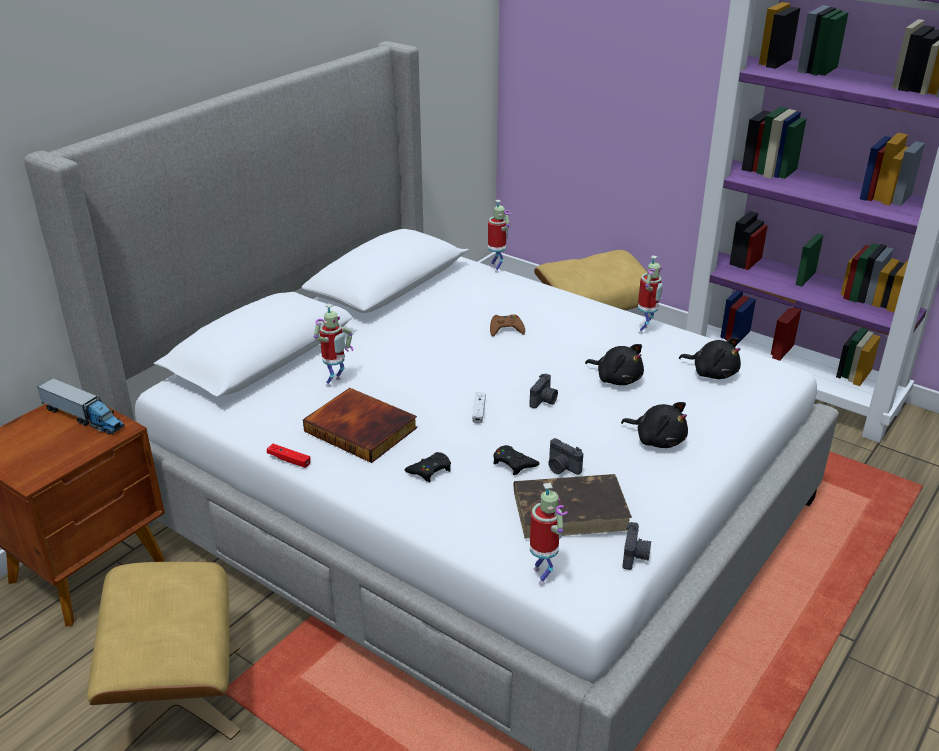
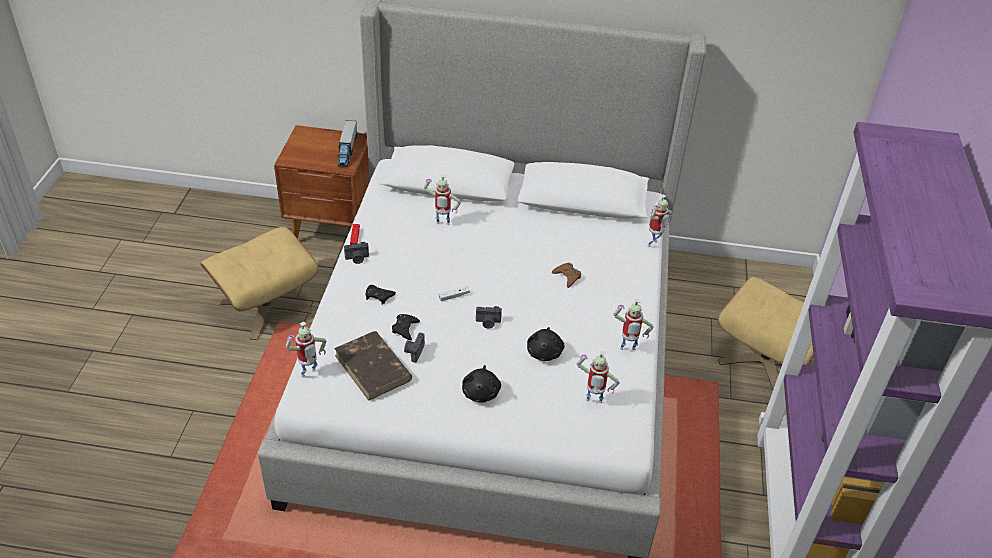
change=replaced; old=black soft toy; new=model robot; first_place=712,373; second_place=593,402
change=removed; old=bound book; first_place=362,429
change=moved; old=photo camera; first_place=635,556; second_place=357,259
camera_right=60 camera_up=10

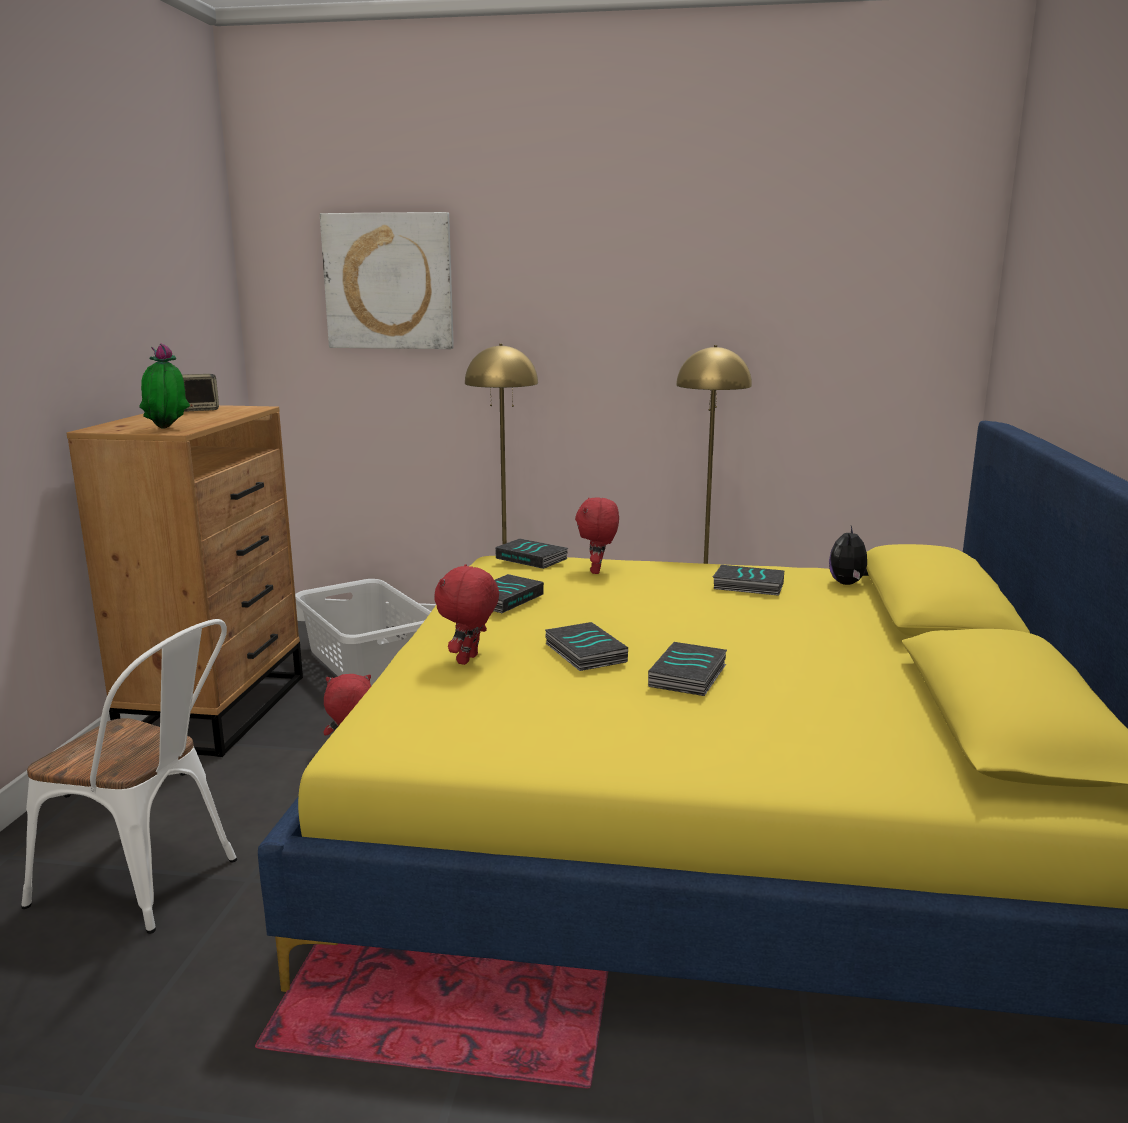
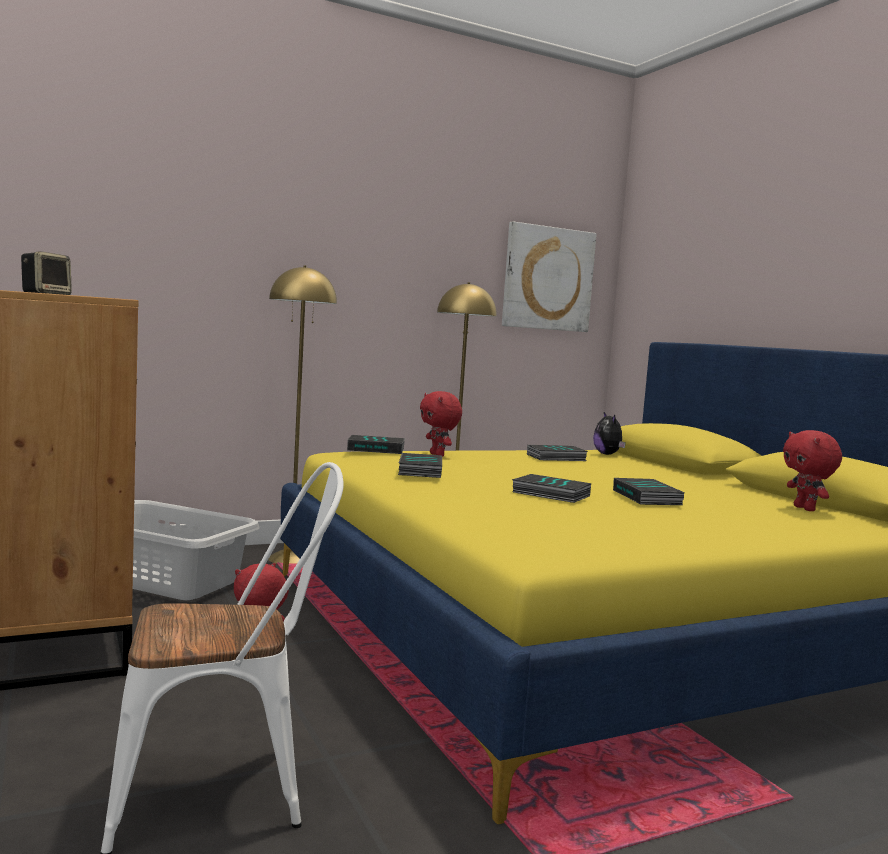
change=moved; old=wall art; first_place=389,281; second_place=547,278
change=removed; old=plant in a pot; first_place=167,429
change=moved; old=red-coloured soft toy; first_place=469,660; second_place=805,509
camera_right=-35 camera_up=-10

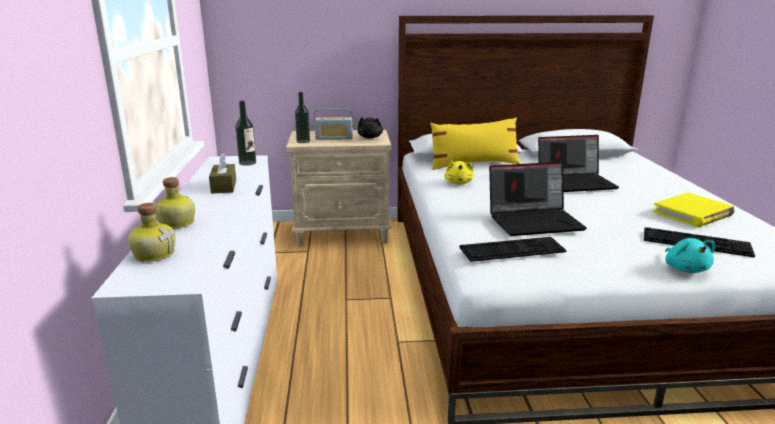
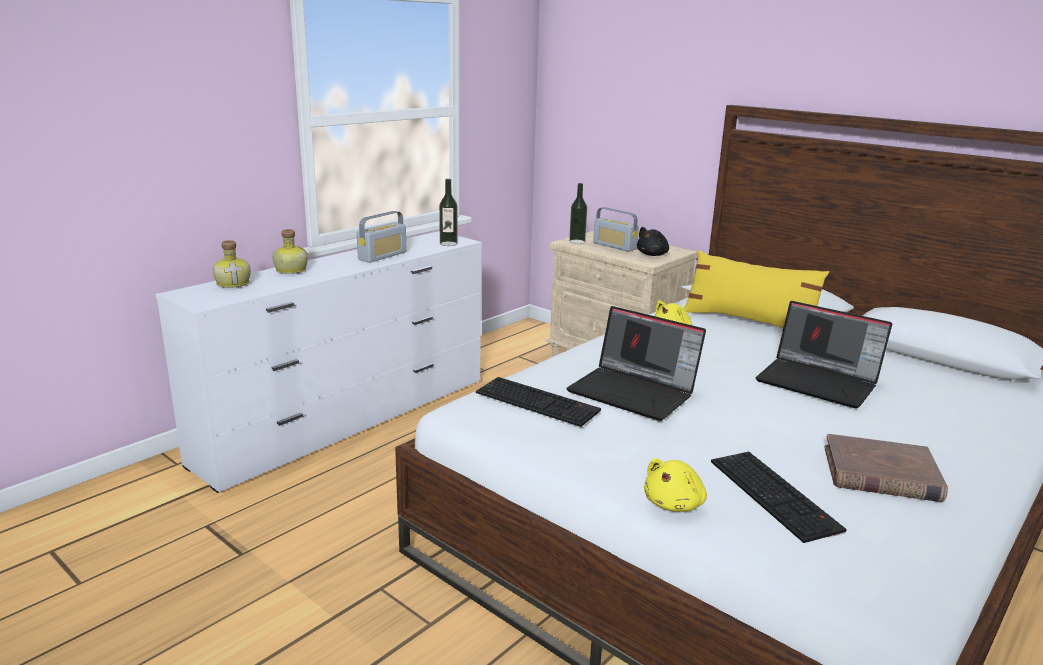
change=replaced; old=brownish box of tissues; new=radio set; first_place=224,186; second_place=382,256
change=recoloured; old=yellowish bound book; new=brownish bound book; first_place=692,213; second_place=881,473
change=recoloured; old=turquoise soft toy; new=yellowish soft toy; first_place=685,268; second_place=675,504
camera_right=45 camera_up=0

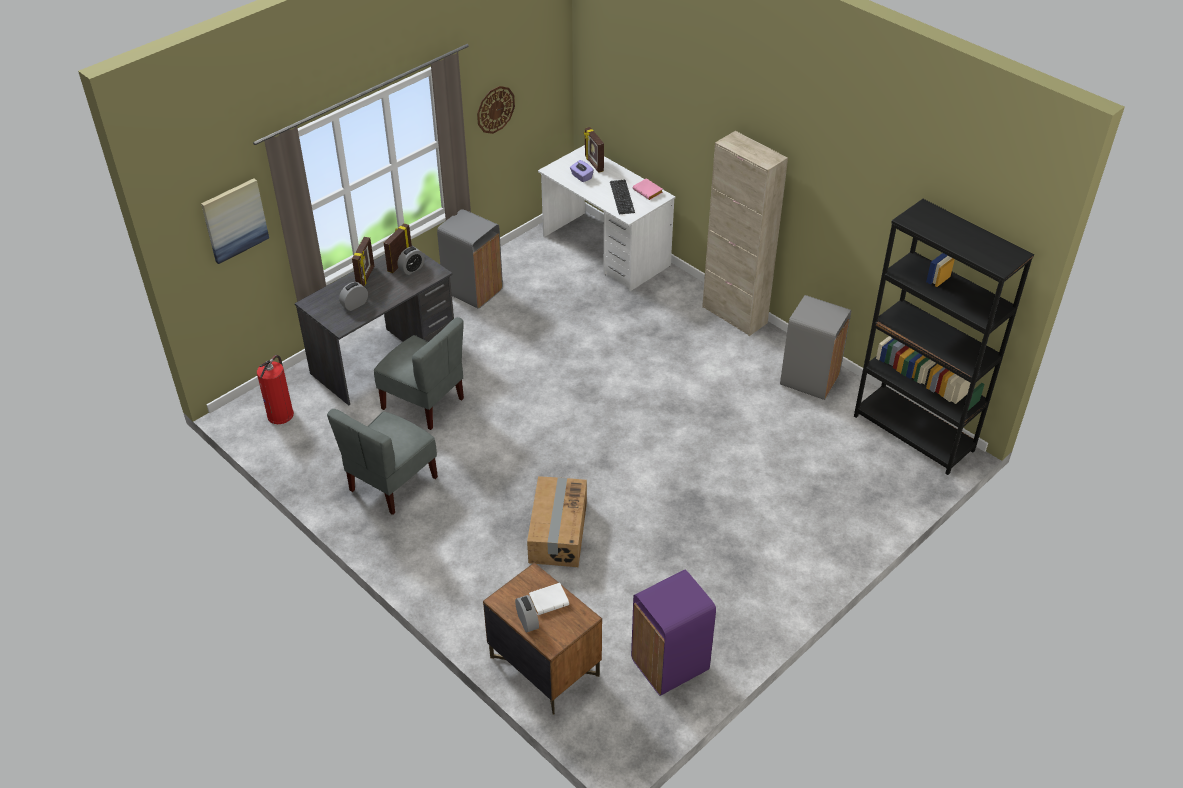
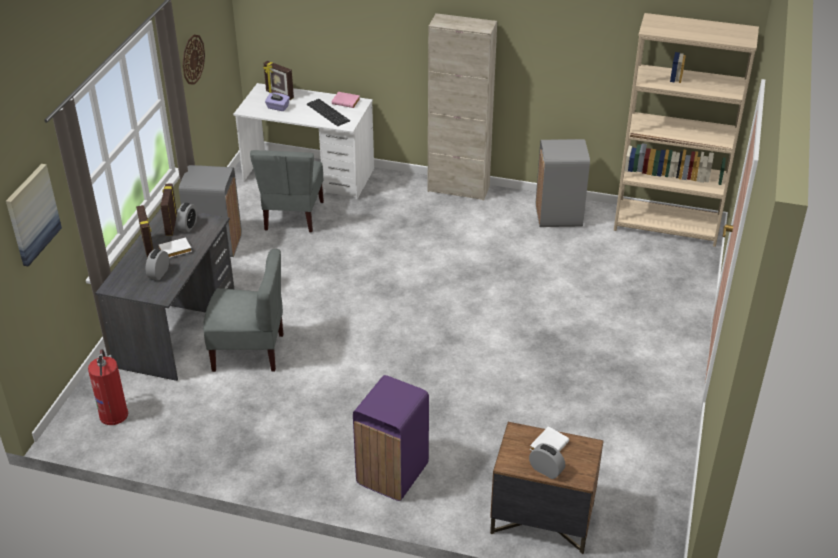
change=recoloured; old=black bookshelf; new=beige-coloured bookshelf; first_place=913,433; second_place=666,226
change=moved; old=grey upright chair; first_place=392,484; second_place=292,216
change=removed; old=cardboard box; first_place=557,532
change=moved; old=purple-coloured rubbish bin; first_place=669,664; second_place=391,474
change=added; new=white-coloured bound book; second_place=175,251
camera_right=-30 camera_up=-5

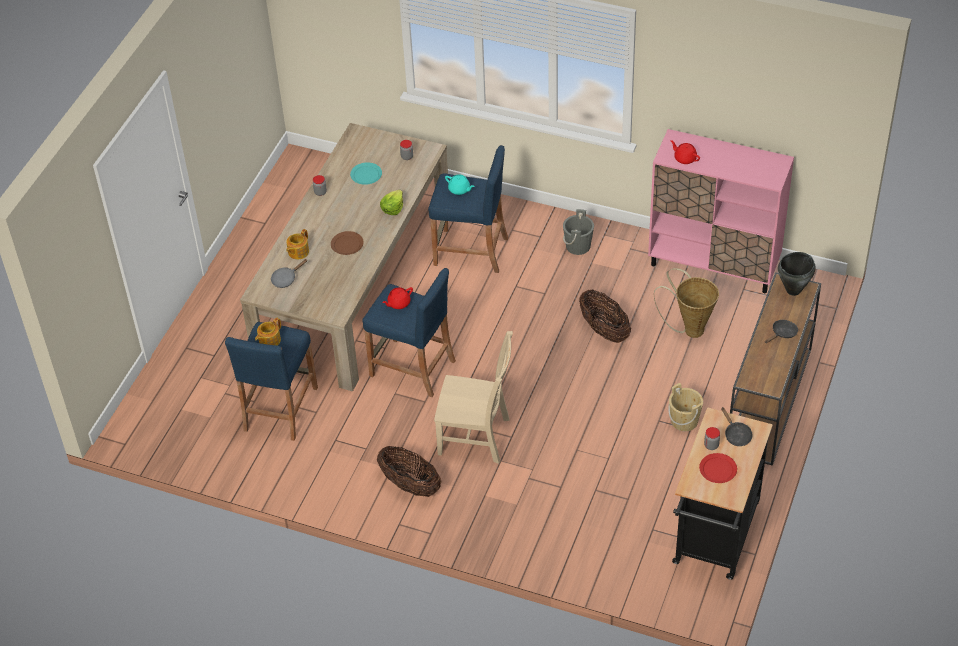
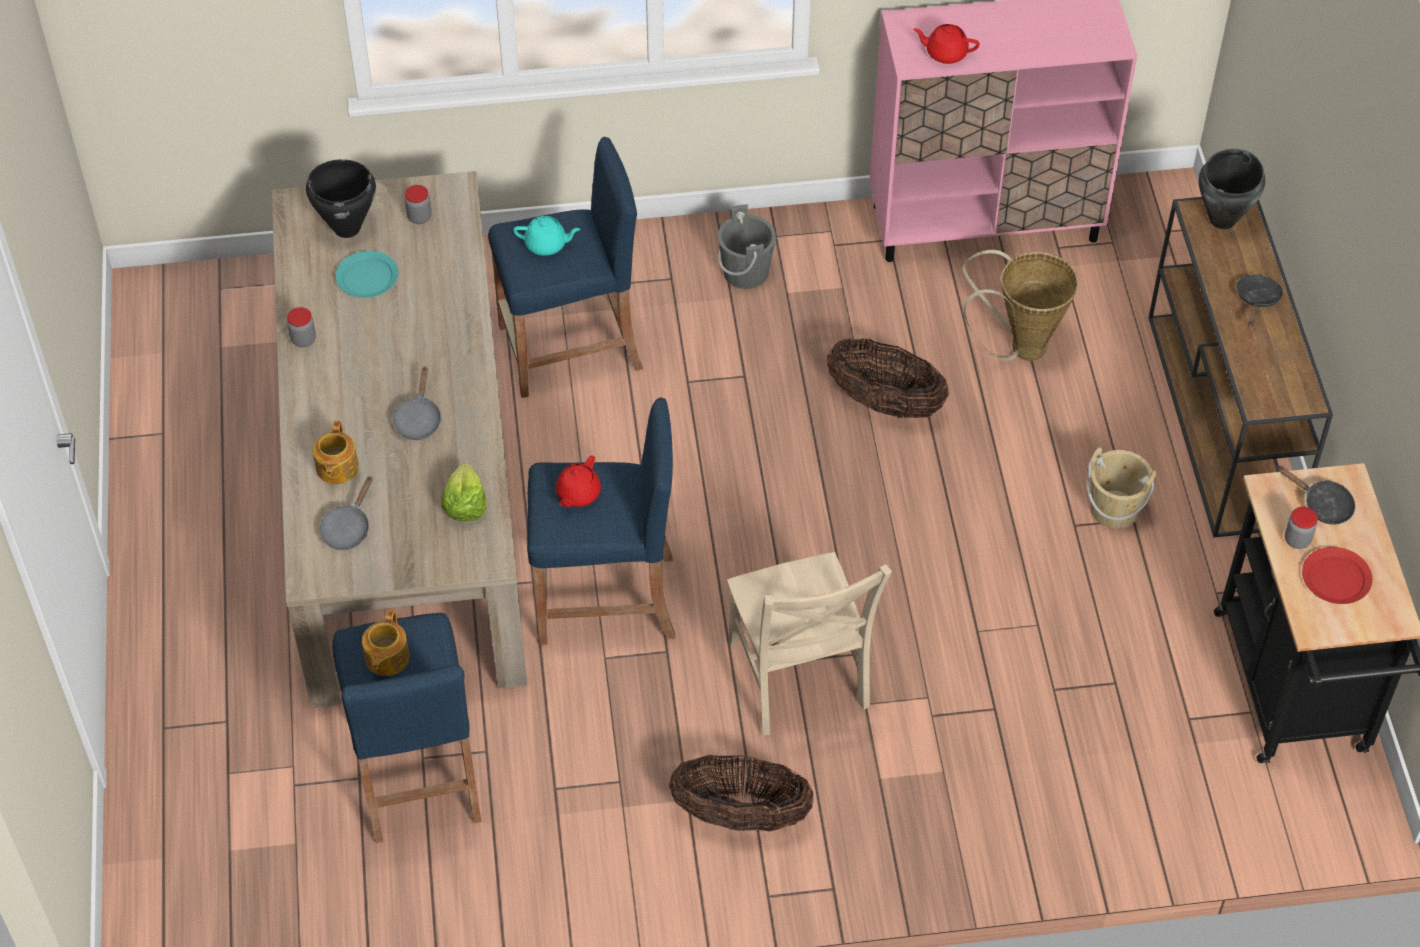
change=moved; old=lettuce head; first_place=393,208; second_place=465,505
change=replaced; old=brownish dinner plate; new=grey pan; first_place=347,244; second_place=418,419
change=turned; old=beige-coloured upright chair; first_place=477,437; second_place=799,679; degrees=90
change=added; new=black cooking pot; second_place=346,228
camera_right=-30 camera_up=5

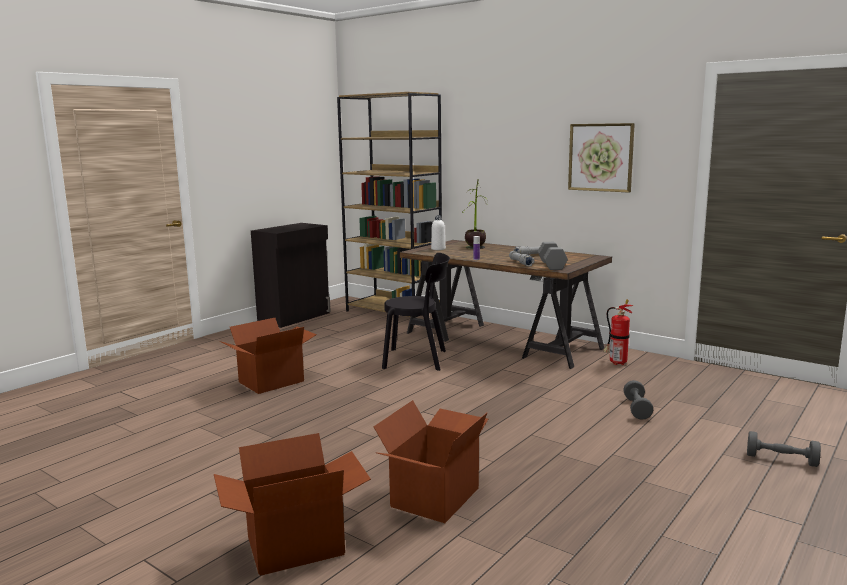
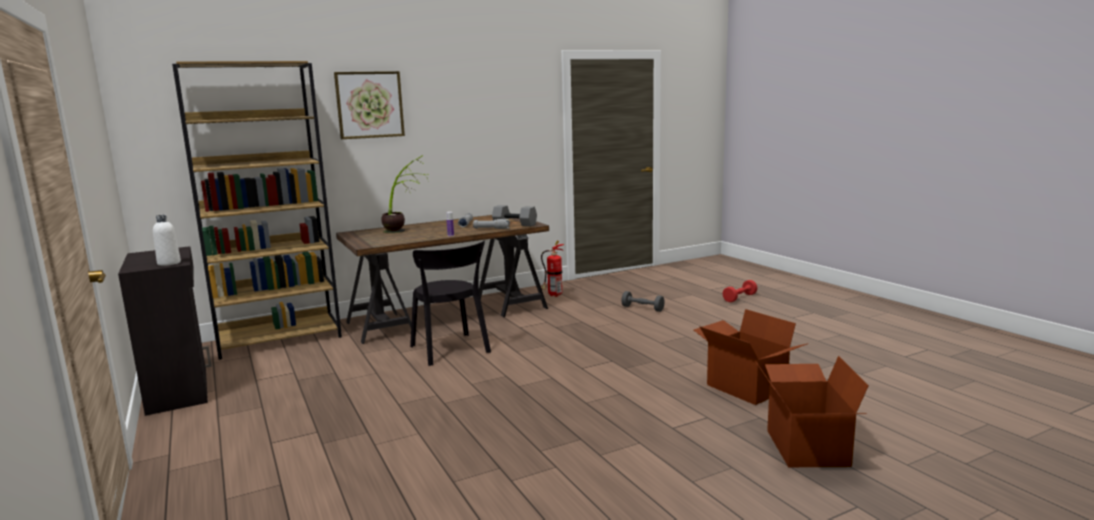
change=moved; old=wall art; first_place=600,157; second_place=369,105
change=moved; old=white-coloured drink bottle; first_place=438,249; second_place=169,263
change=turned; old=black upright chair; first_place=418,360; second_place=451,350; degrees=120
change=removed; old=cardboard box; first_place=271,381
change=recoloured; old=grey dumbbell; new=red-coloured dumbbell; first_place=781,460; second_place=739,298
camera_right=-65 camera_up=0

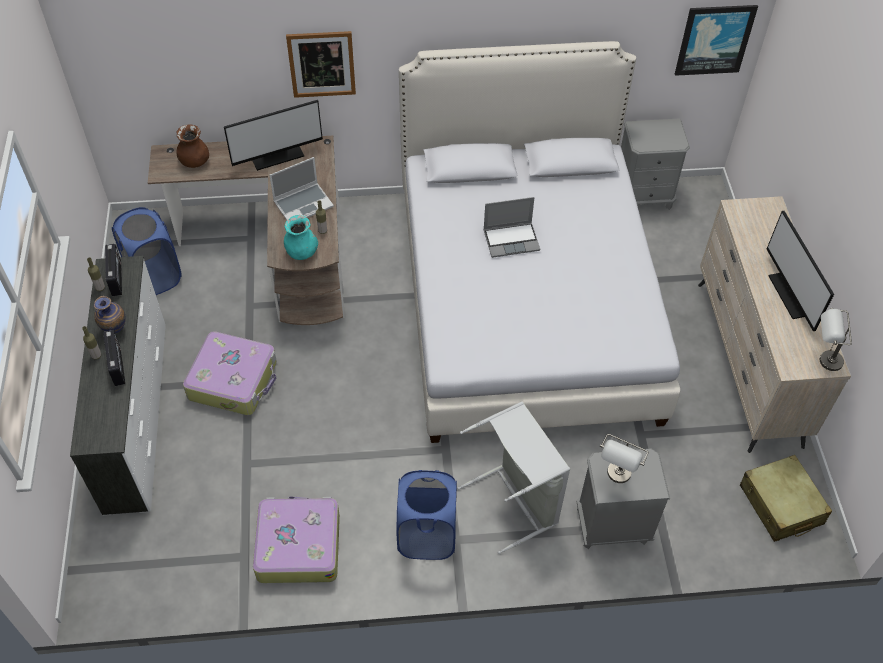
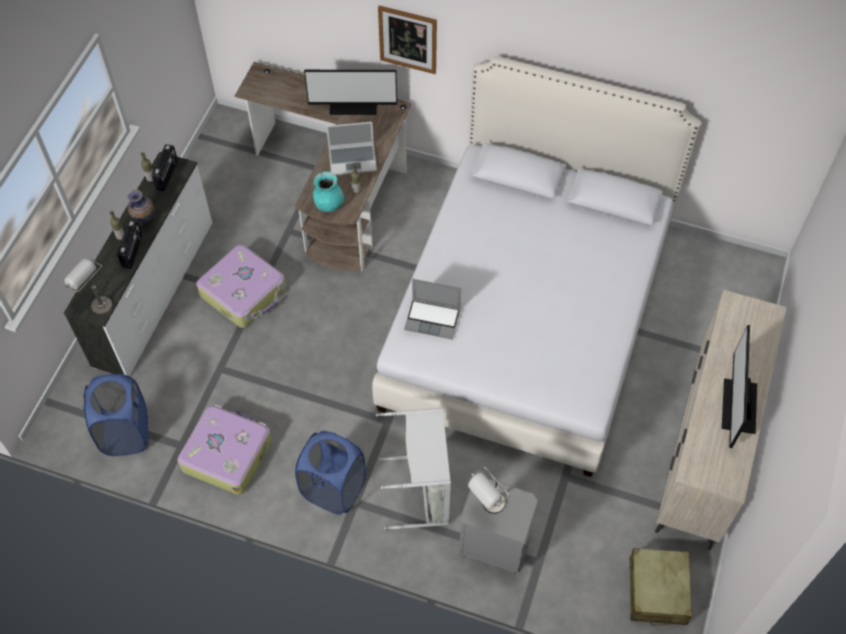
change=removed; old=wall art; first_place=714,39
change=removed; old=grey bedside table; first_place=643,196
change=removed; old=brownish flower vase; first_place=194,162
change=moved; old=notebook computer; first_place=512,240; second_place=433,319
change=moved; old=bluish laundry basket; first_place=154,276; second_place=125,433
change=moved; old=grey table lamp; first_place=822,361; second_place=96,303
camera_right=25 camera_up=5

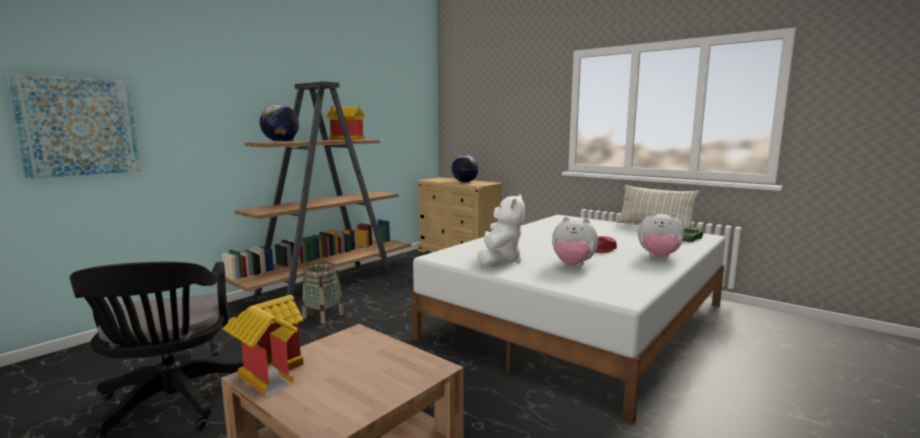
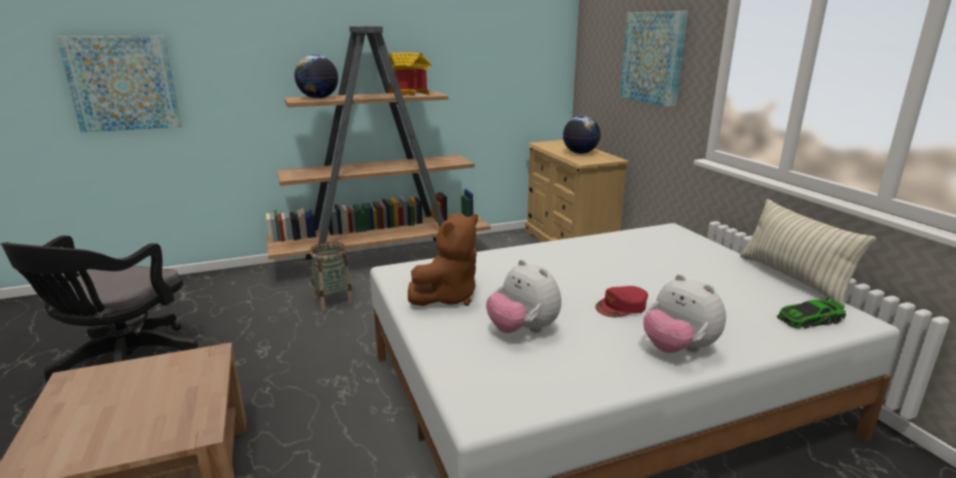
change=recoloured; old=white-coloured soft toy; new=brownish soft toy; first_place=499,261; second_place=448,297
change=removed; old=miniature house; first_place=269,373
change=added; new=wall art; second_place=653,57
camera_right=30 camera_up=10

